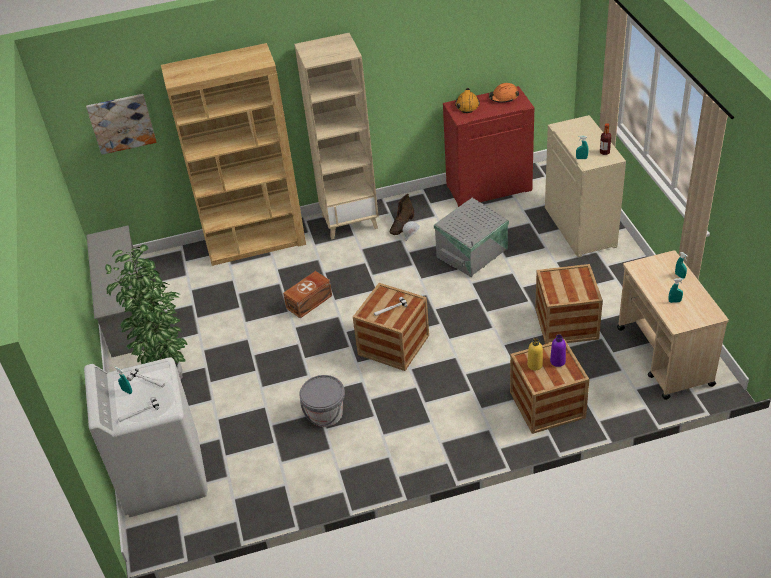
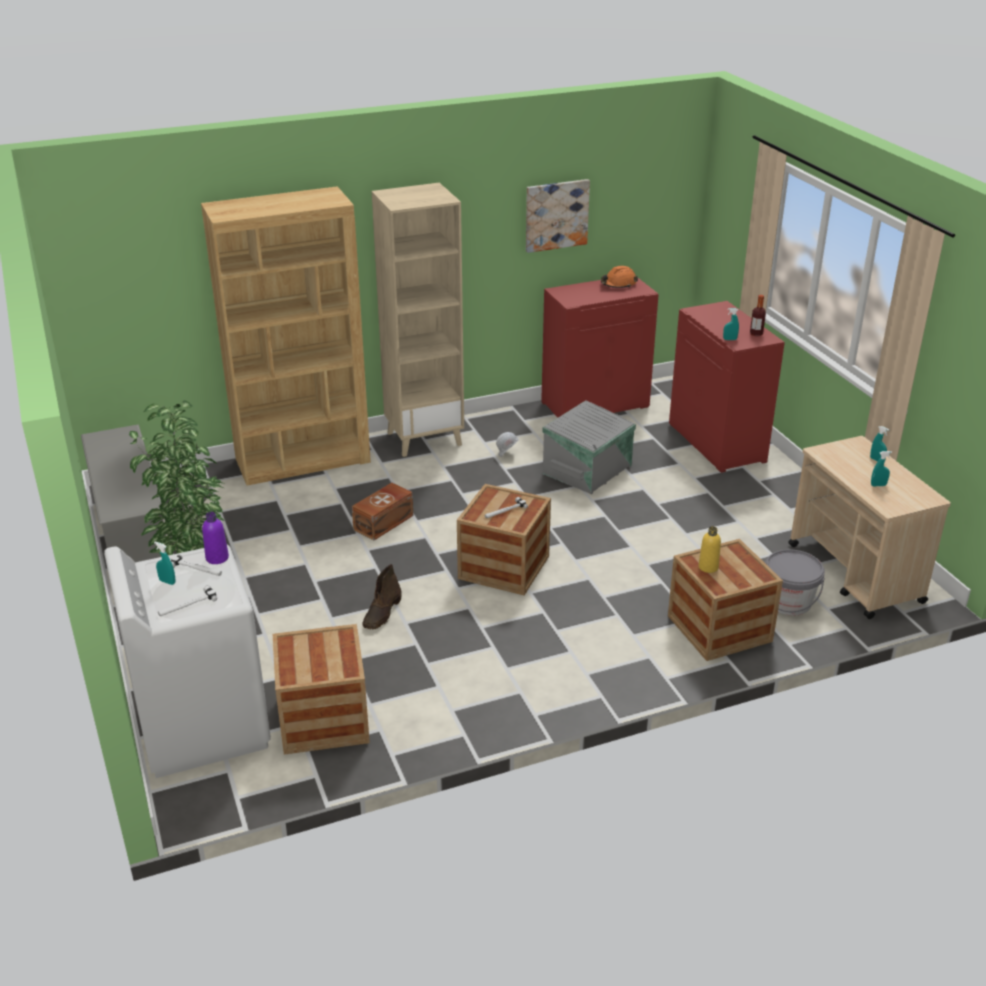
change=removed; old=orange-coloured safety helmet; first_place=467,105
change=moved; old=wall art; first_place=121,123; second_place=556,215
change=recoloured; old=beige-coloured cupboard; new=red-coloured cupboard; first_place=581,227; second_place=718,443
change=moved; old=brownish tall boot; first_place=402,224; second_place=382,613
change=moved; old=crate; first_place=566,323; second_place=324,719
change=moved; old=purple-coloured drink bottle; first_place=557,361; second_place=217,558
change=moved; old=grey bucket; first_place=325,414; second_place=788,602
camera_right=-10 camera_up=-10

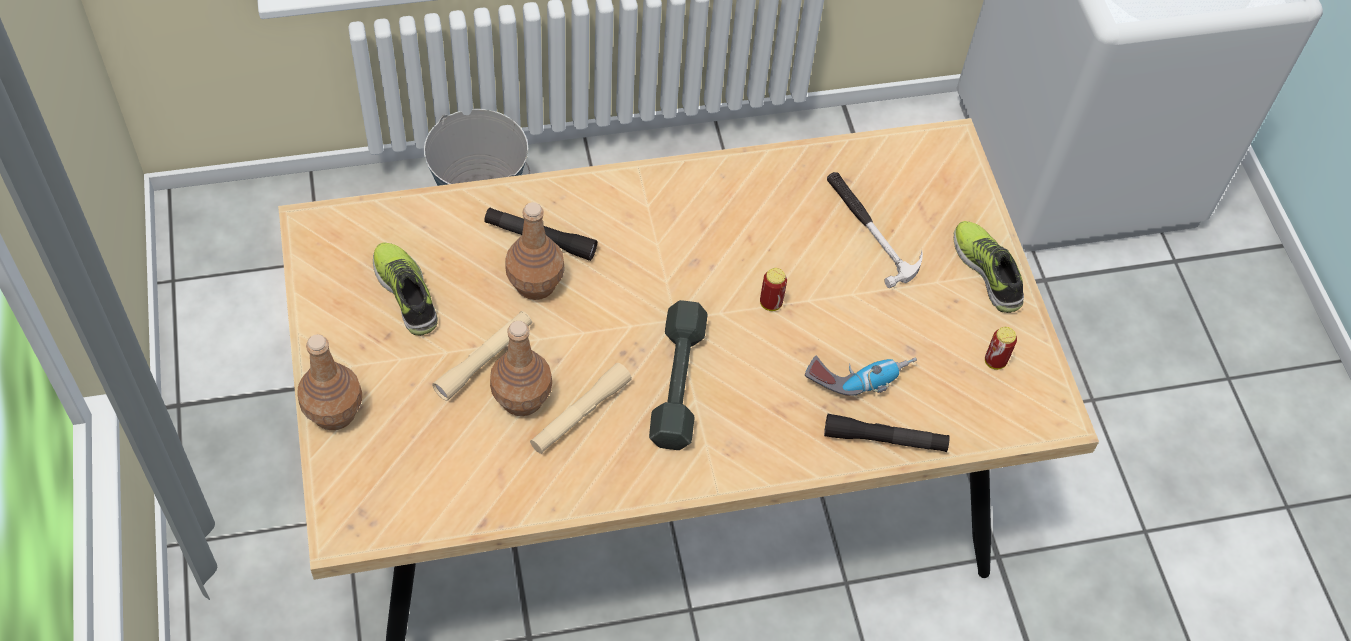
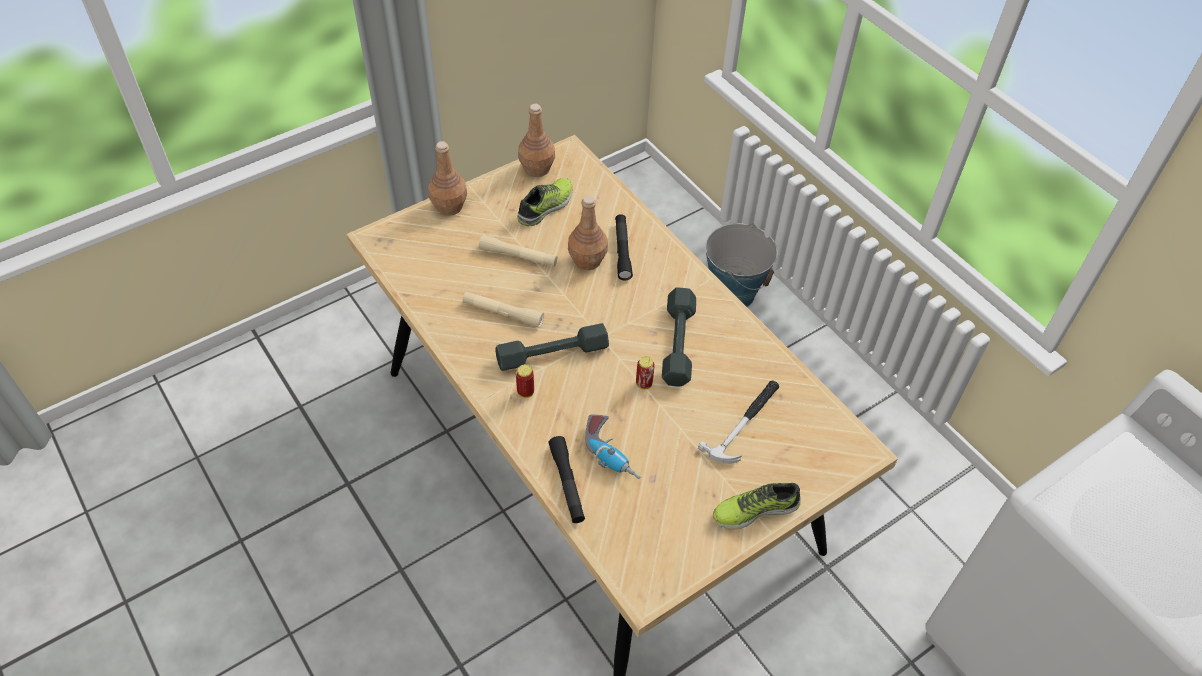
change=turned; old=low shoe; first_place=988,271; second_place=755,509; degrees=-150
change=moved; old=brownish drink bottle; first_place=522,398; second_place=537,168
change=moved; old=metal can; first_place=995,361; second_place=525,392
change=added; new=grey dumbbell; second_place=678,343
camera_right=70 camera_up=-5

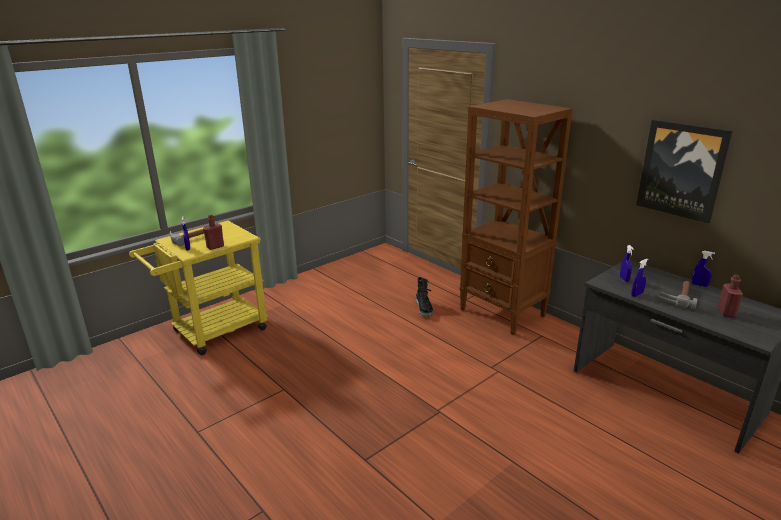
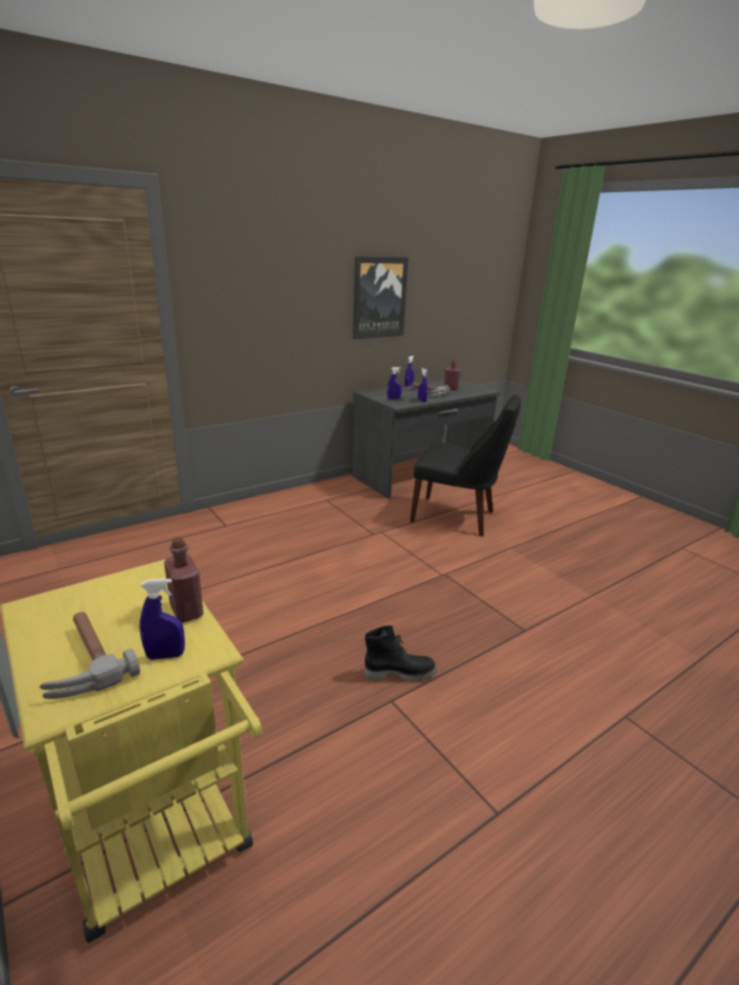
change=removed; old=brownish bookshelf; first_place=503,313
change=moved; old=black tall boot; first_place=424,309; second_place=399,672
change=added; new=black upright chair; second_place=457,517
camera_right=-85 camera_up=0

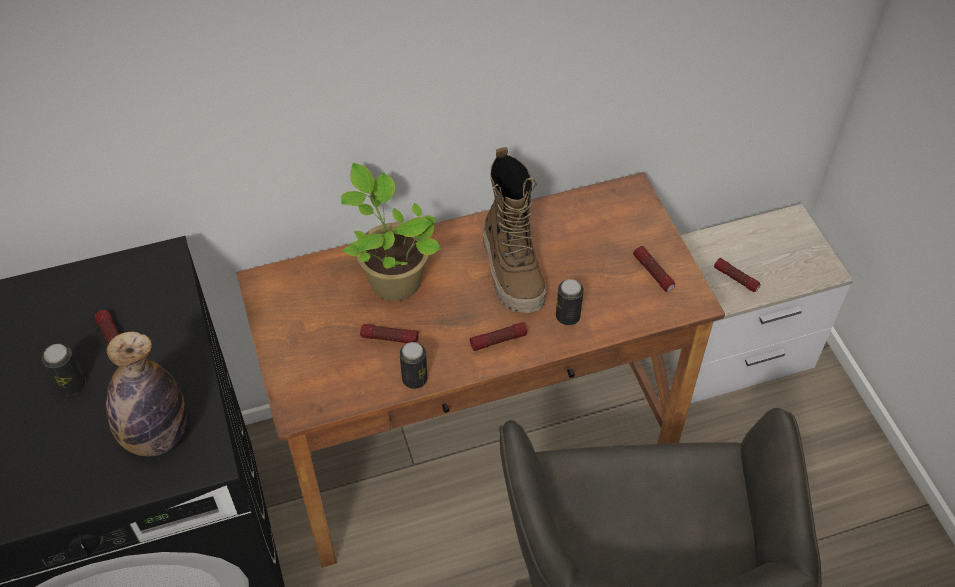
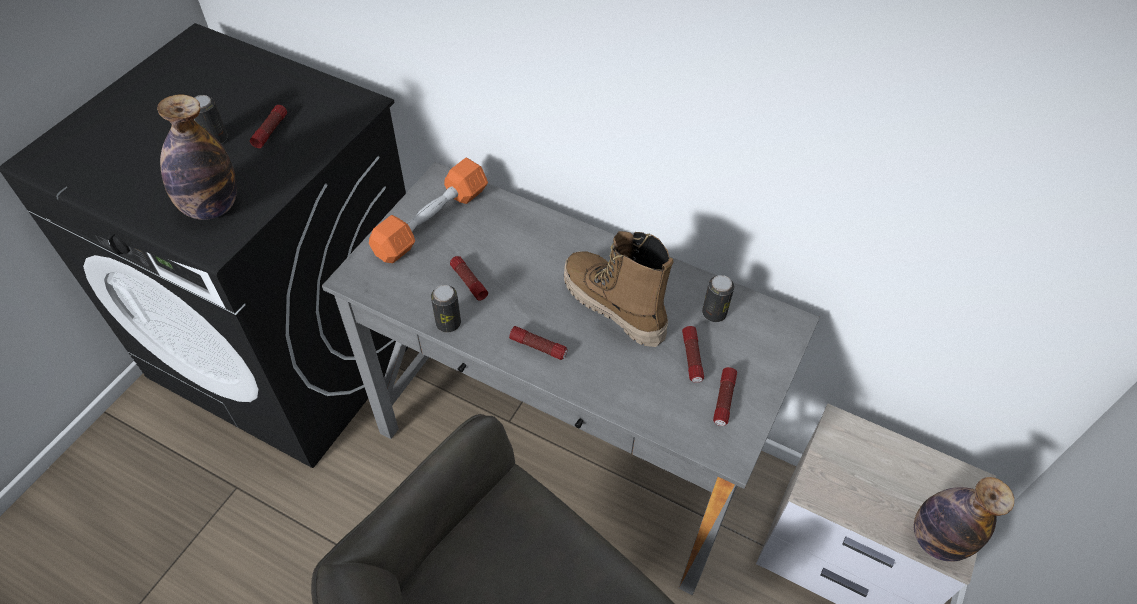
change=turned; old=tall boot; first_place=513,271; second_place=613,307; degrees=105
change=removed; old=plant in a pot; first_place=392,279
change=recoloured; old=brownish desk unit; new=grey desk unit; first_place=477,443; second_place=565,446
change=moved; old=flashlight; first_place=736,279; second_place=692,358
change=moved; old=metal can; first_place=567,316; second_place=714,313
change=added; new=orange-coloured dumbbell; second_place=432,222
change=added; new=drink bottle; second_place=937,539
camera_right=45 camera_up=0

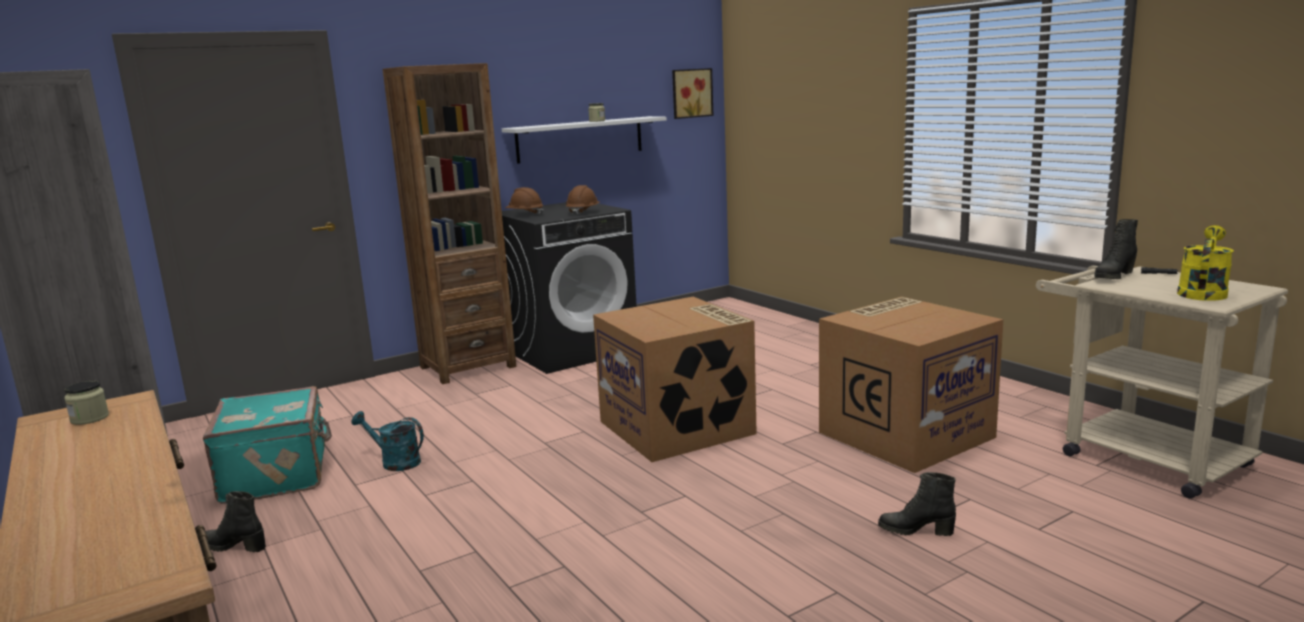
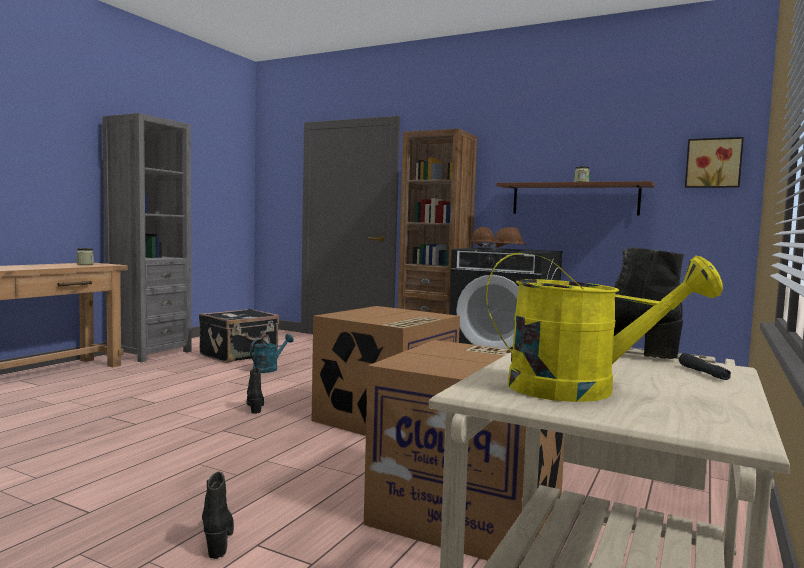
change=recoloured; old=white-coloured bracket shelf; new=brownish bracket shelf; first_place=580,139; second_place=574,199
change=recoloured; old=turquoise travel case; new=black travel case; first_place=278,475; second_place=240,355
change=turned; old=turquoise sprinkling can; first_place=395,462; second_place=269,369; degrees=45
change=moved; old=black tall boot; first_place=235,546; second_place=255,406
camera_right=60 camera_up=-10

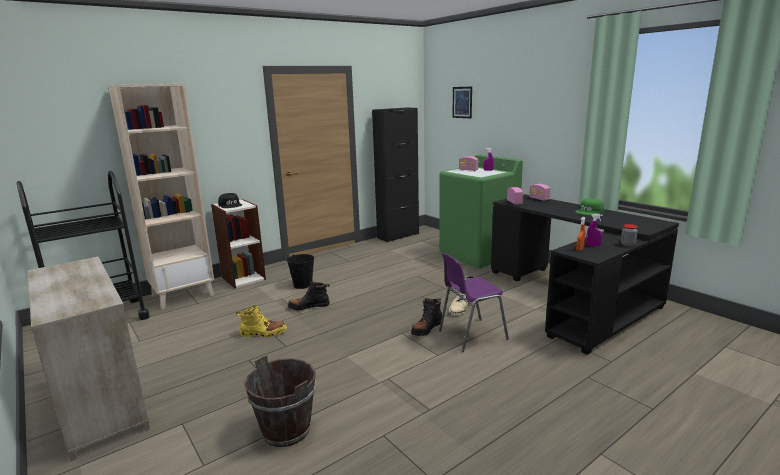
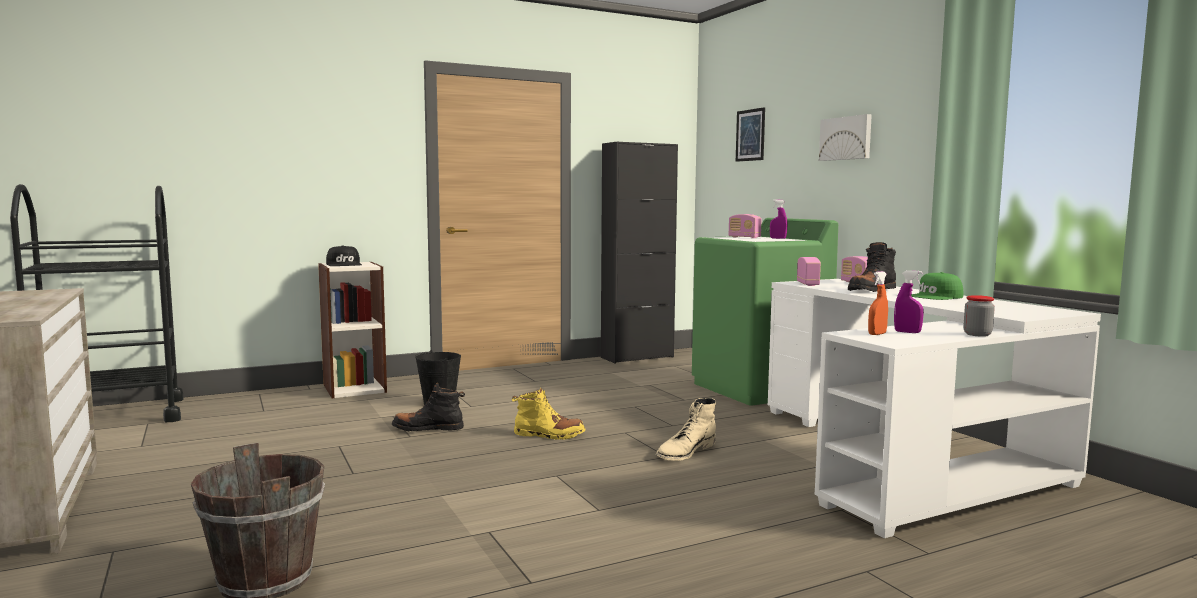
change=removed; old=beige-coloured bookshelf; first_place=183,295
change=recoloured; old=black desk unit; new=white-coloured desk unit; first_place=574,298; second_place=905,458
change=removed; old=purple-coloured upright chair; first_place=470,335
change=moved; old=black tall boot; first_place=426,328; second_place=871,291
change=moved; old=yellowish tall boot; first_place=263,333; second_place=549,435
change=added; new=wall art; second_place=846,138
camera_right=10 camera_up=-10

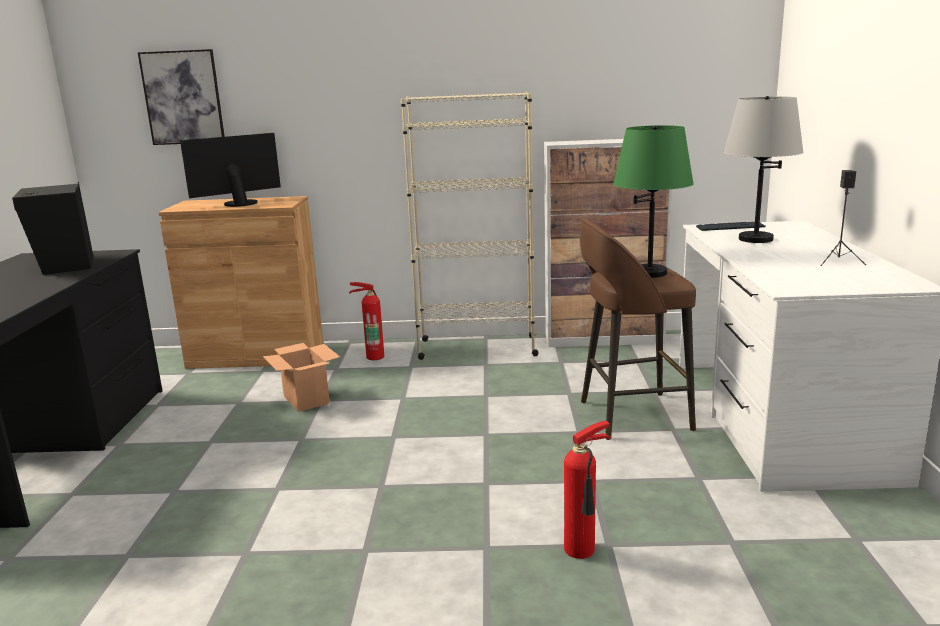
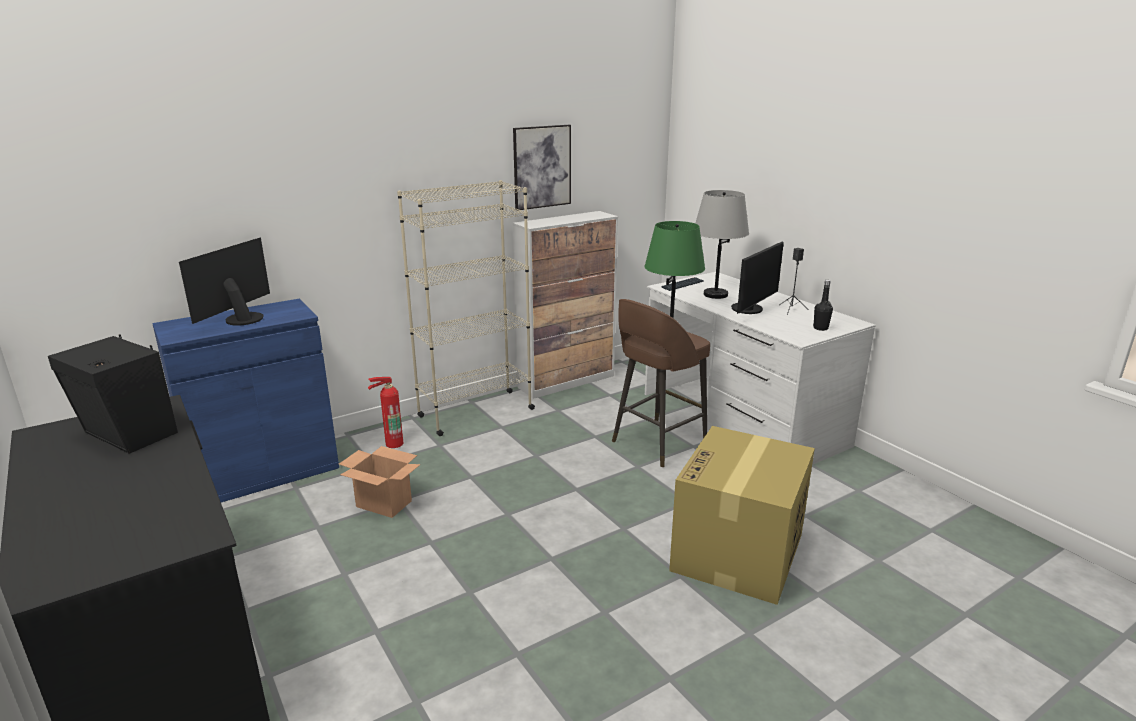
change=moved; old=wall art; first_place=183,97; second_place=542,167
change=recoloured; old=brownish cupboard; new=bluish cupboard; first_place=256,355; second_place=265,472
change=replaced; old=extinguisher; new=cardboard box; first_place=583,550; second_place=737,553
change=added; new=monitor; second_place=750,309
change=added; new=black drink bottle; second_place=820,328
camera_right=-35 camera_up=5

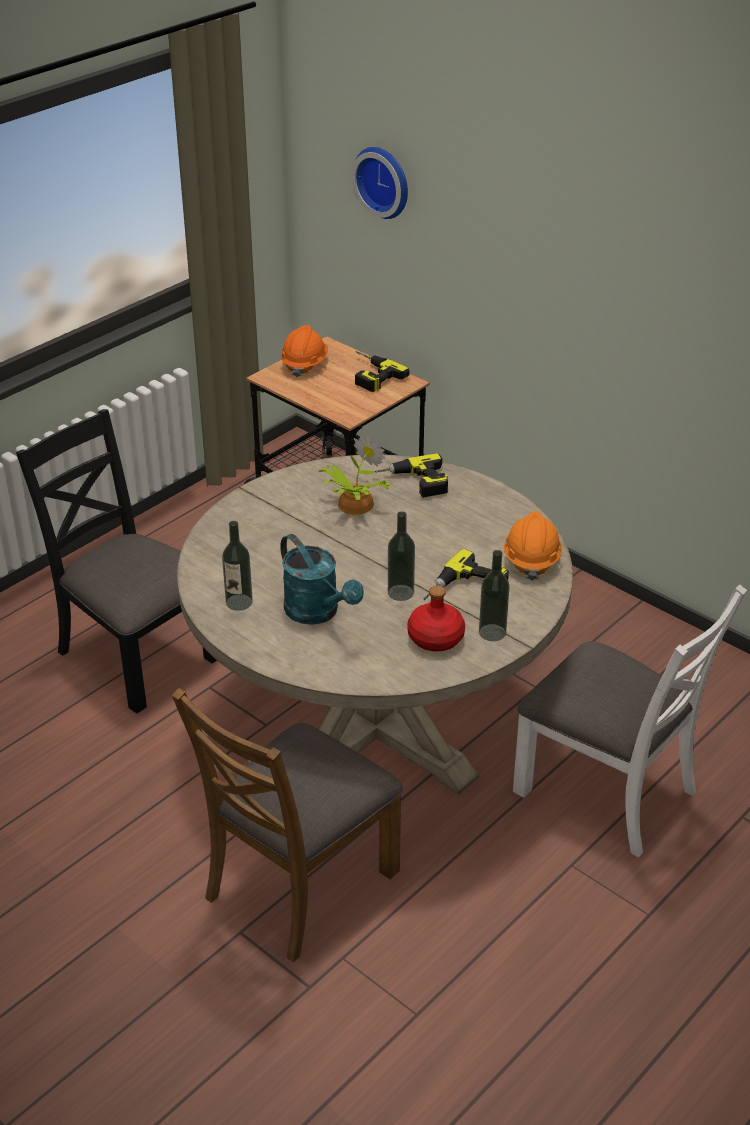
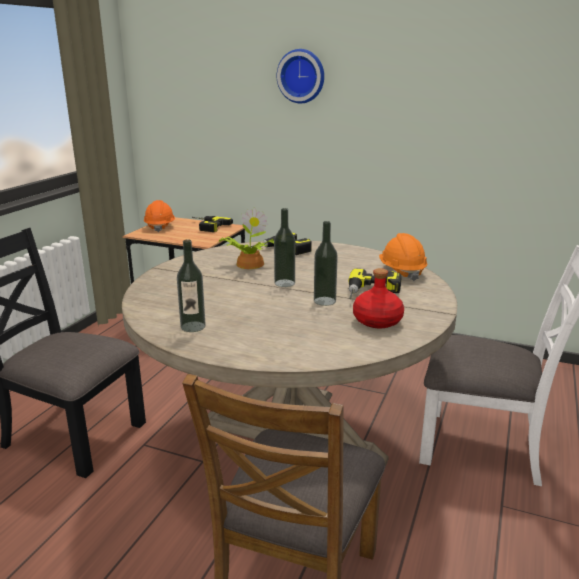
change=moved; old=wall clock; first_place=384,181; second_place=301,76
change=removed; old=turquoise sprinkling can; first_place=318,613
change=moved; old=drink bottle; first_place=492,632; second_place=284,283
camera_right=-20 camera_up=-15

